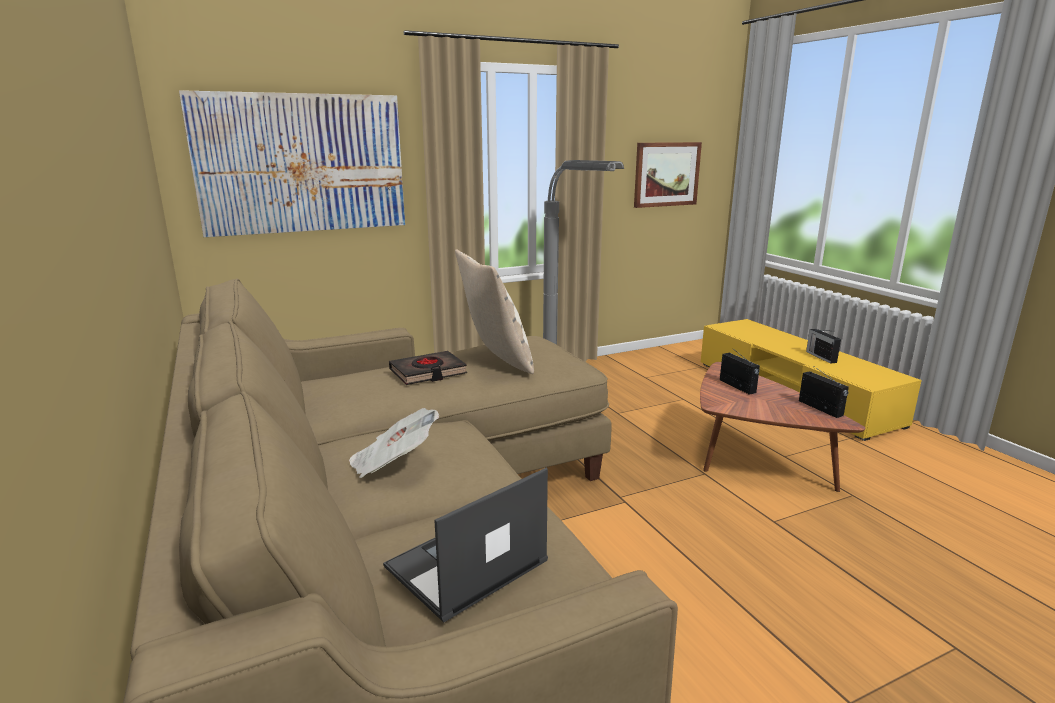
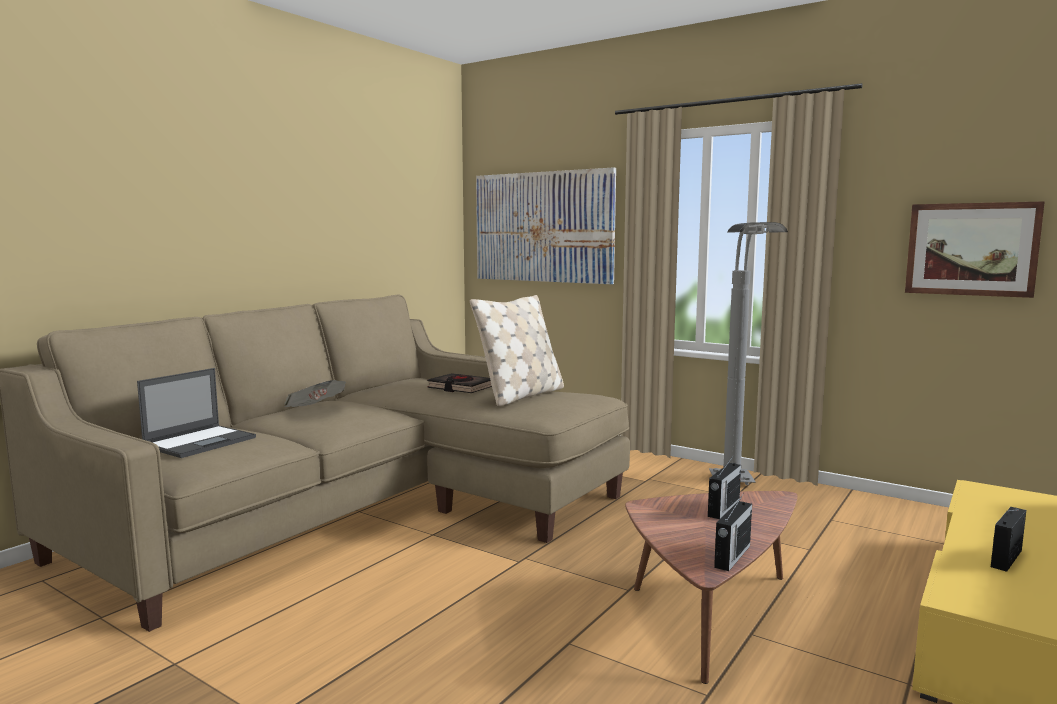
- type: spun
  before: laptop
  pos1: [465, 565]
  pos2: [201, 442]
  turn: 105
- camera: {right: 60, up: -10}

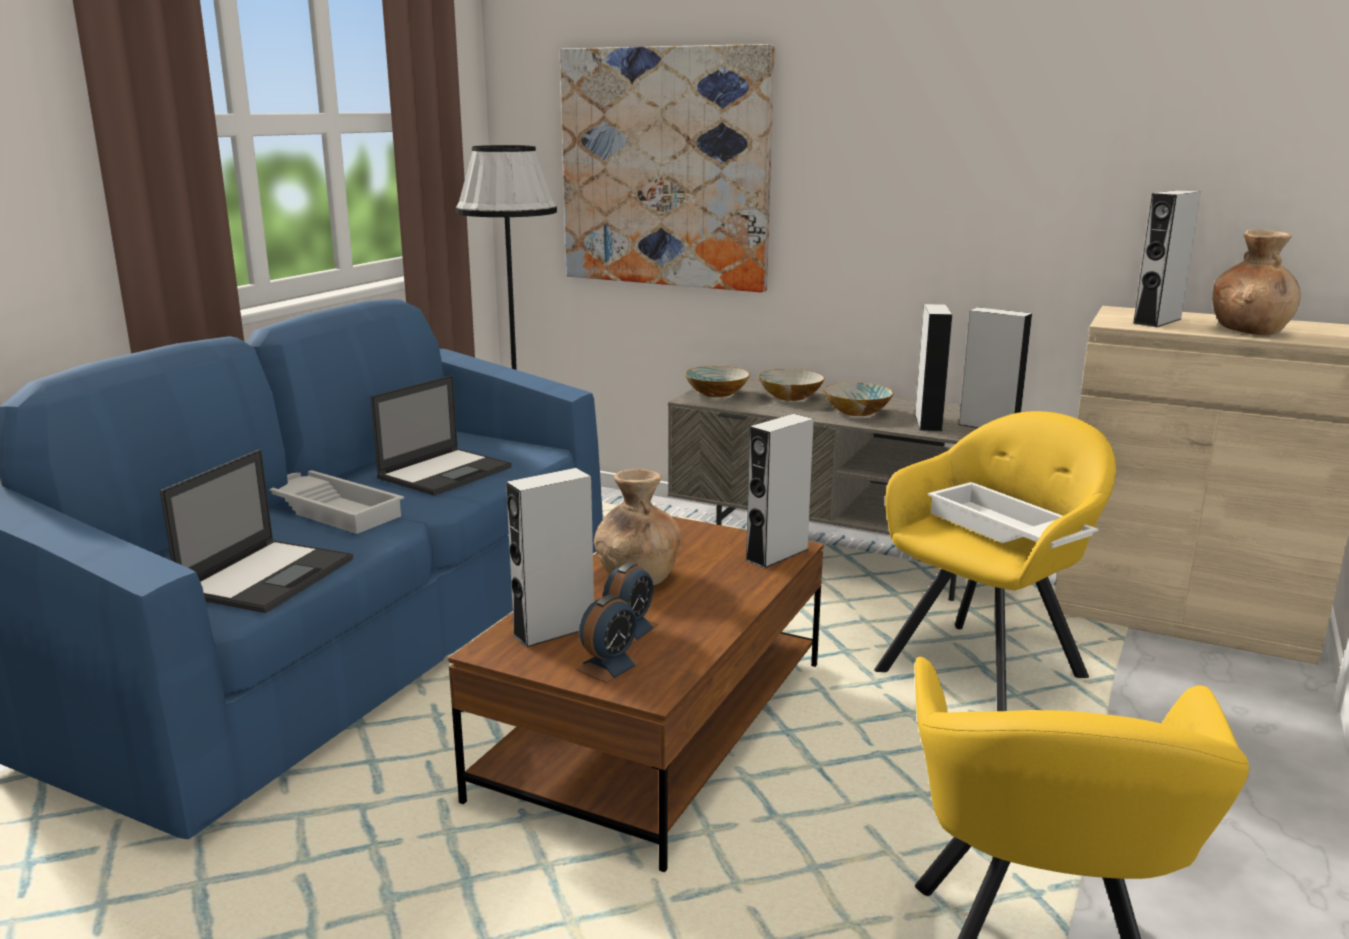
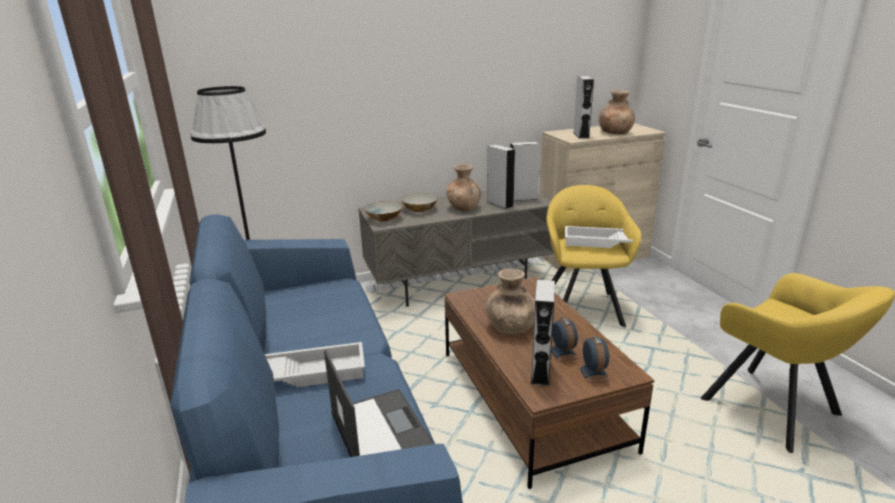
- type: missing
  before: laptop
  pos1: [446, 472]
- type: missing
  before: picture
  pos1: [665, 169]
- type: missing
  before: speaker/grey
  pos1: [777, 554]
- type: exchanged
  before: bowl
  after: vase/brown
  pos1: [857, 412]
  pos2: [464, 208]
- camera: {right: -45, up: 5}

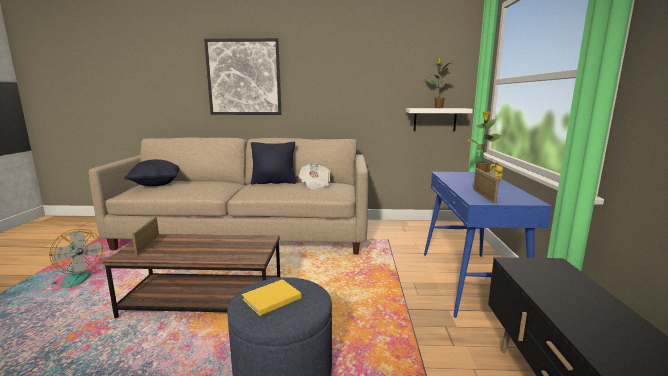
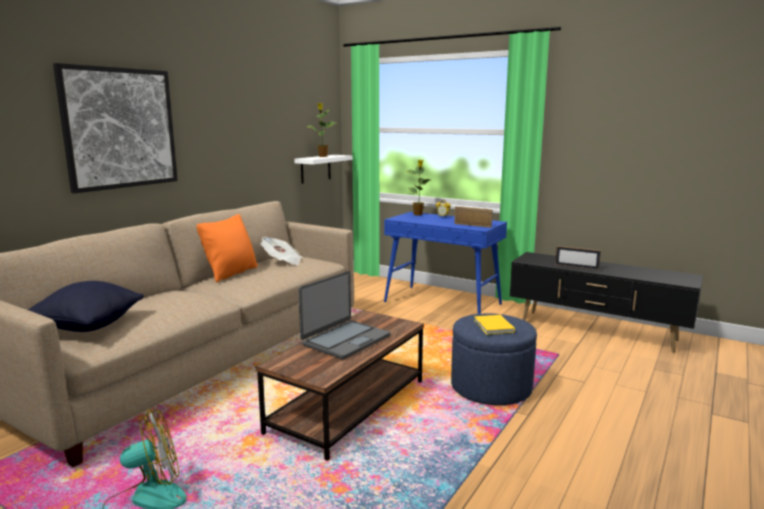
- type: appeared
  after: laptop
  pos2: [345, 340]
- type: relocated
  before: picture frame
  pos1: [148, 245]
  pos2: [576, 267]
- type: colour
  before: pillow/black
  after: pillow/orange
  pos1: [274, 182]
  pos2: [231, 273]
- camera: {right: -60, up: 0}

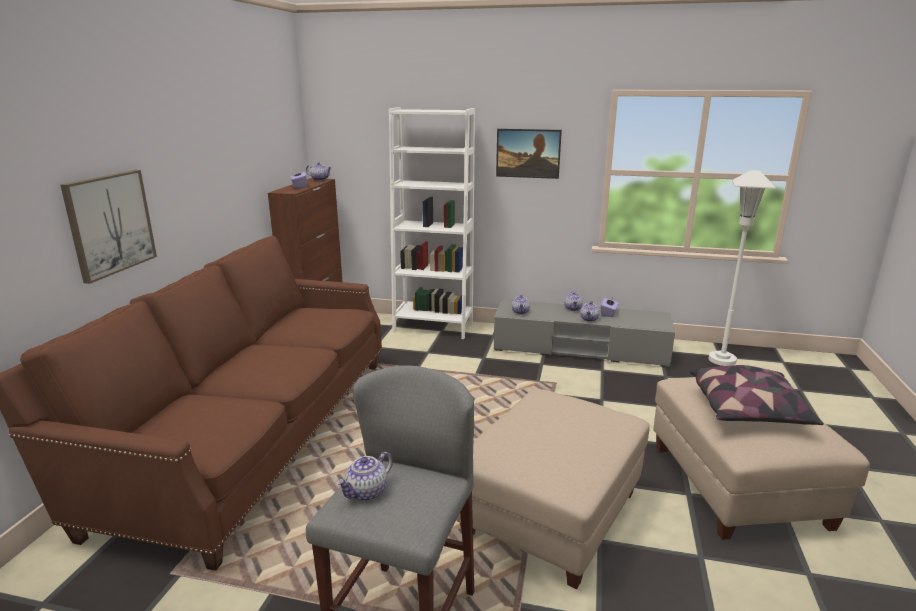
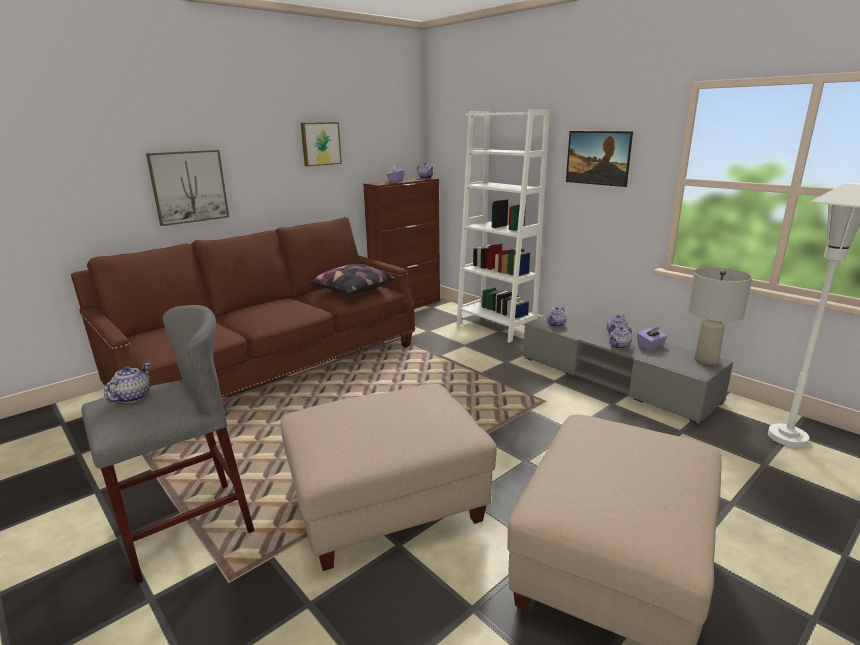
- type: appeared
  after: picture
  pos2: [320, 143]
- type: appeared
  after: table lamp/grey
  pos2: [705, 360]
- type: relocated
  before: pillow
  pos1: [749, 412]
  pos2: [352, 291]
- type: spun
  before: teapot
  pos1: [367, 492]
  pos2: [132, 397]
  turn: 120
- camera: {right: 35, up: 0}

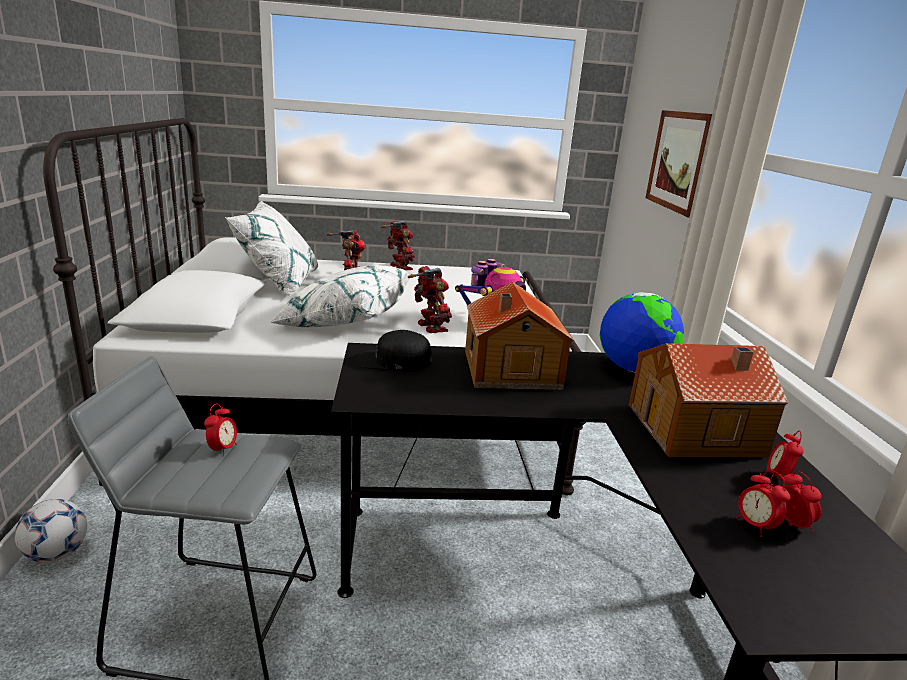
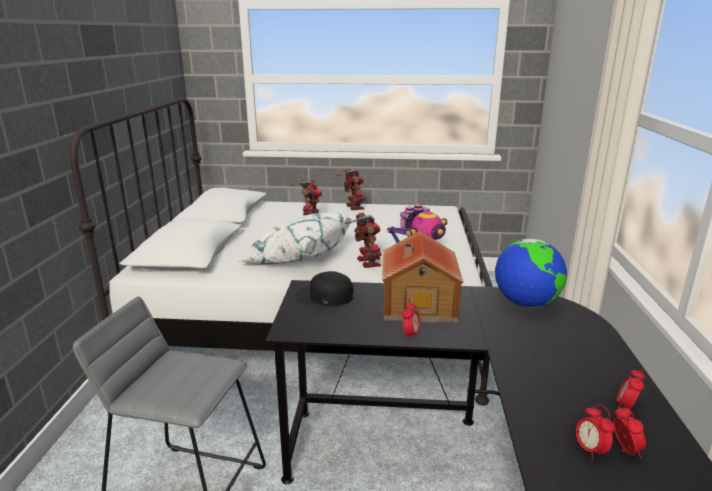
- type: missing
  before: football
  pos1: [57, 554]
- type: missing
  before: pillow/white
  pos1: [278, 283]
- type: missing
  before: toy house
  pos1: [697, 430]
- type: missing
  before: picture
  pos1: [680, 161]
- type: relocated
  before: alarm clock
  pos1: [223, 449]
  pos2: [410, 335]
- camera: {right: 10, up: 0}

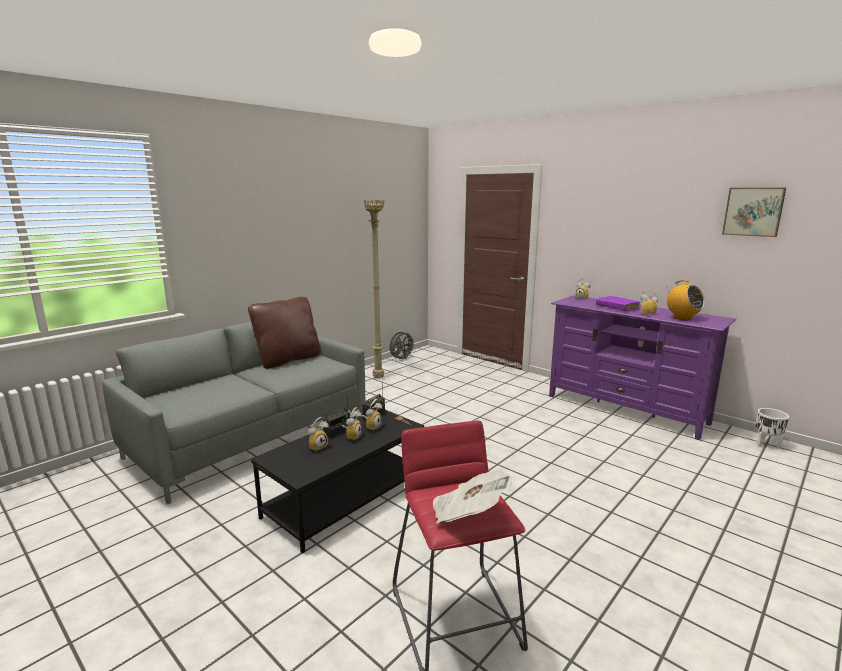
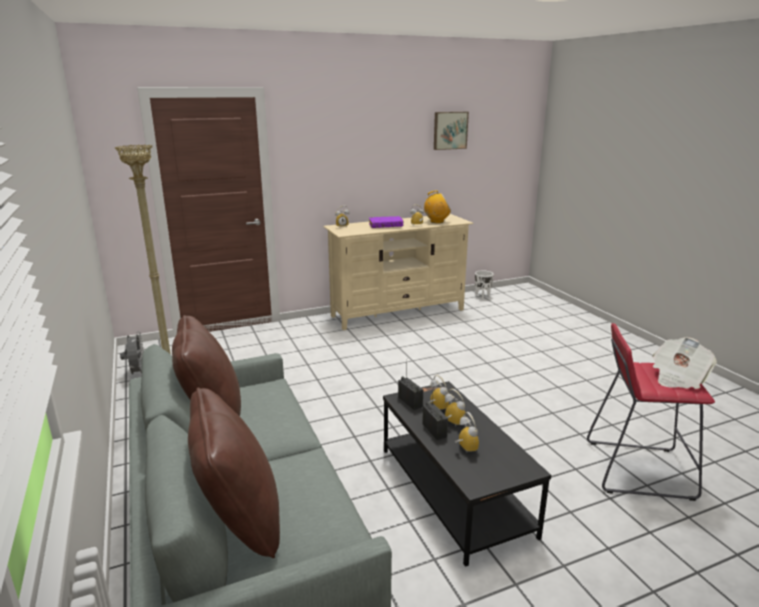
- type: appeared
  after: pillow/brown
  pos2: [239, 520]
- type: colour
  before: tv stand/purple
  after: tv stand/beige
  pos1: [625, 409]
  pos2: [398, 312]
- camera: {right: -65, up: 5}

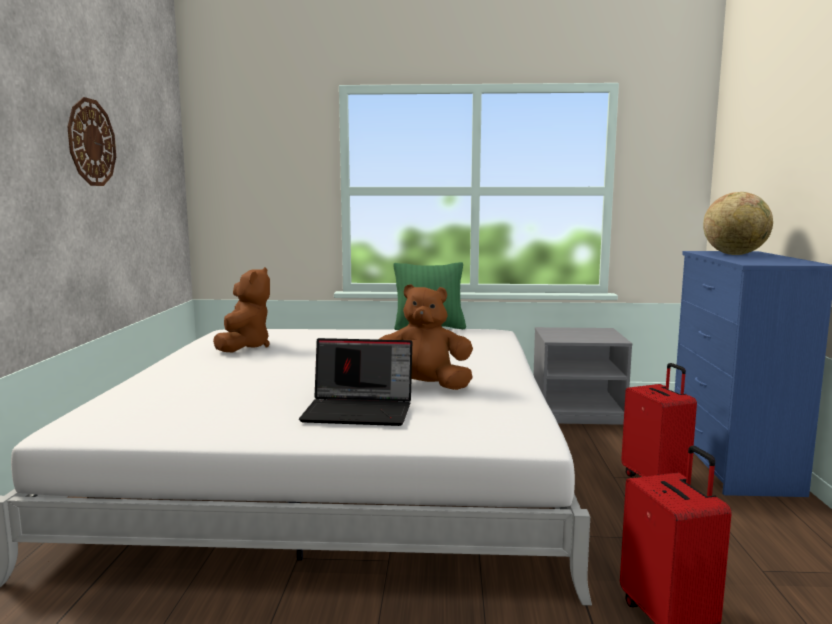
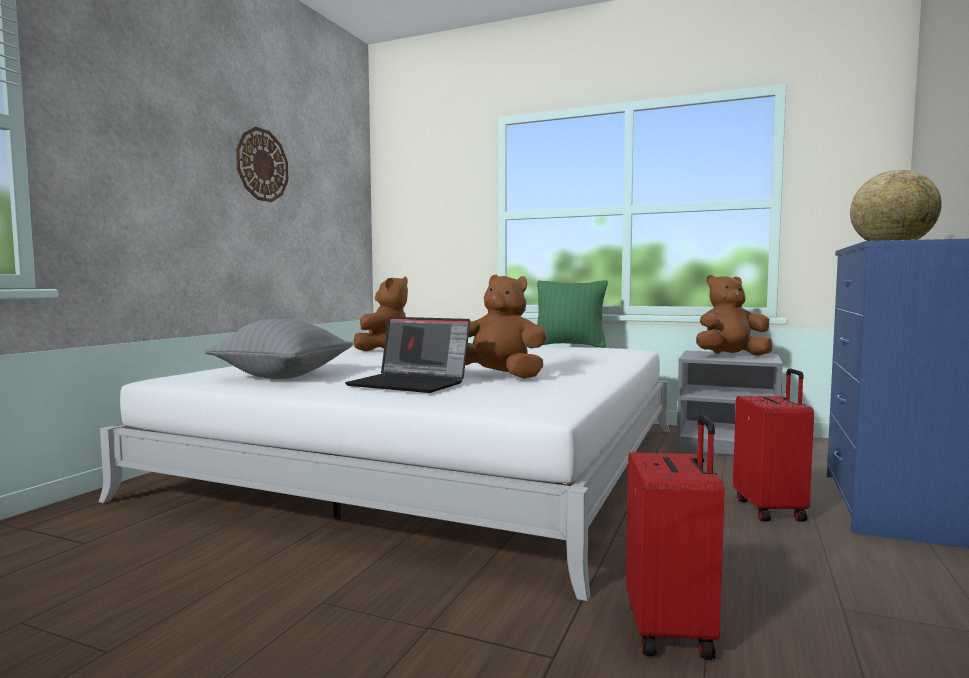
- type: appeared
  after: pillow/grey
  pos2: [283, 376]
- type: appeared
  after: plush toy/brown
  pos2: [730, 356]
- camera: {right: 20, up: -5}

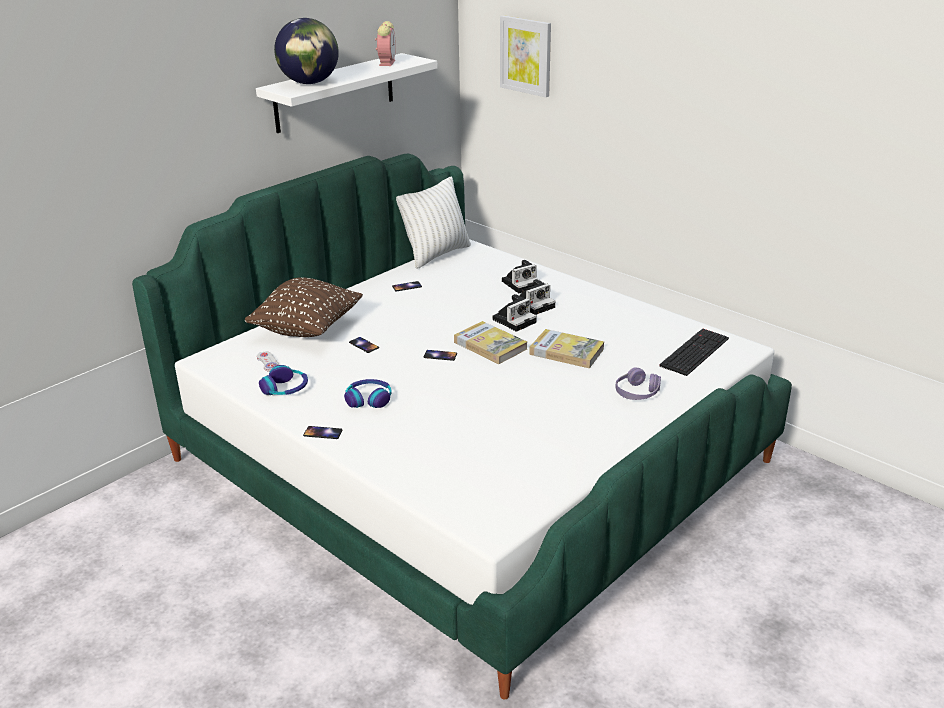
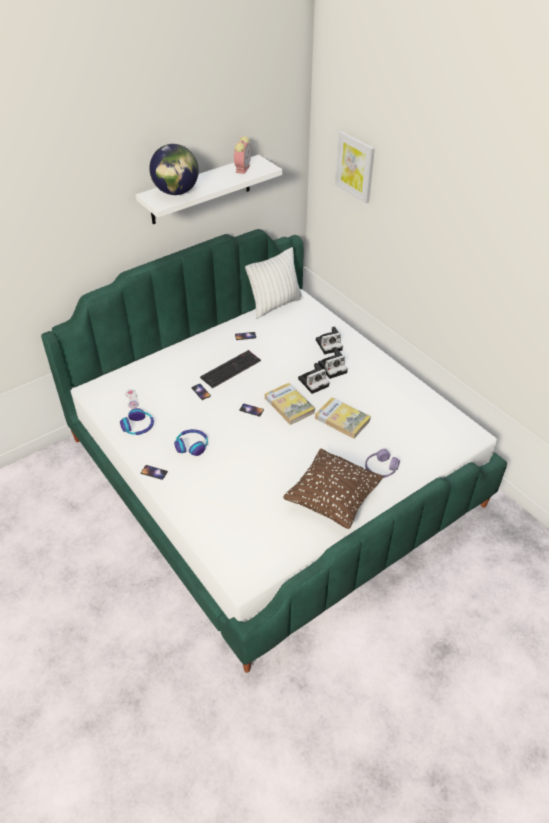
- type: relocated
  before: pillow/brown
  pos1: [307, 329]
  pos2: [332, 500]
- type: relocated
  before: keyboard
  pos1: [694, 351]
  pos2: [231, 368]
- camera: {right: 10, up: 15}

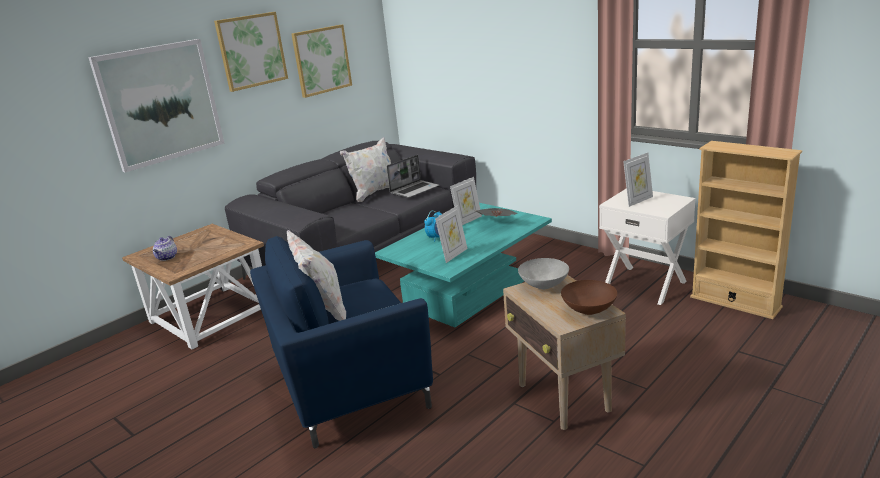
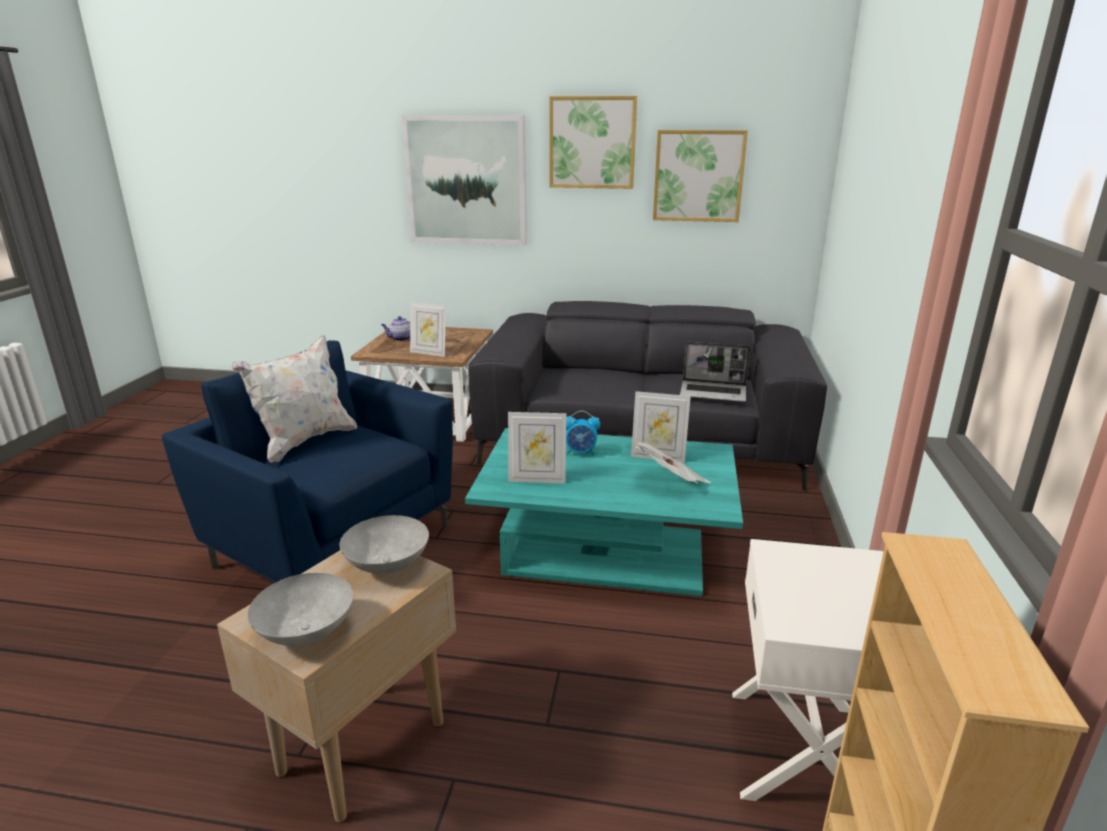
- type: missing
  before: pillow/white
  pos1: [374, 193]
- type: relocated
  before: picture frame
  pos1: [638, 200]
  pos2: [429, 353]
- type: colour
  before: bowl/brown
  after: bowl/grey
  pos1: [590, 310]
  pos2: [306, 634]
- camera: {right: 55, up: 0}

